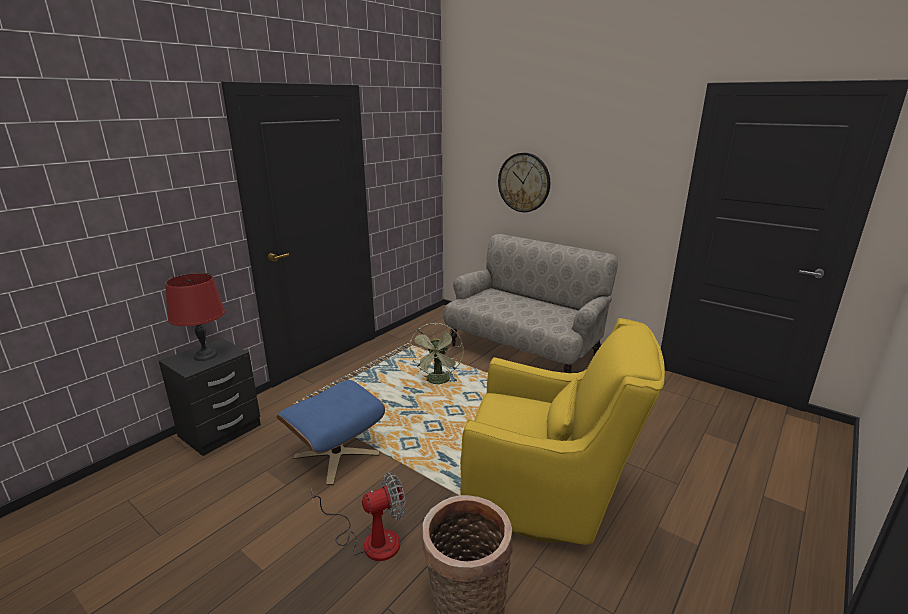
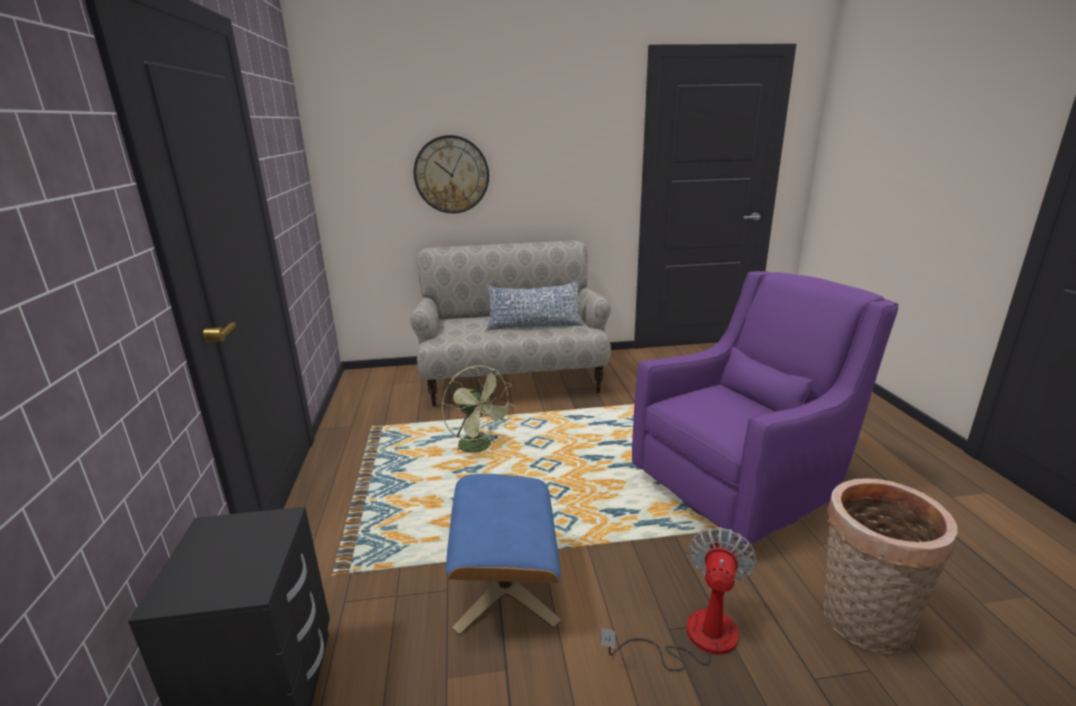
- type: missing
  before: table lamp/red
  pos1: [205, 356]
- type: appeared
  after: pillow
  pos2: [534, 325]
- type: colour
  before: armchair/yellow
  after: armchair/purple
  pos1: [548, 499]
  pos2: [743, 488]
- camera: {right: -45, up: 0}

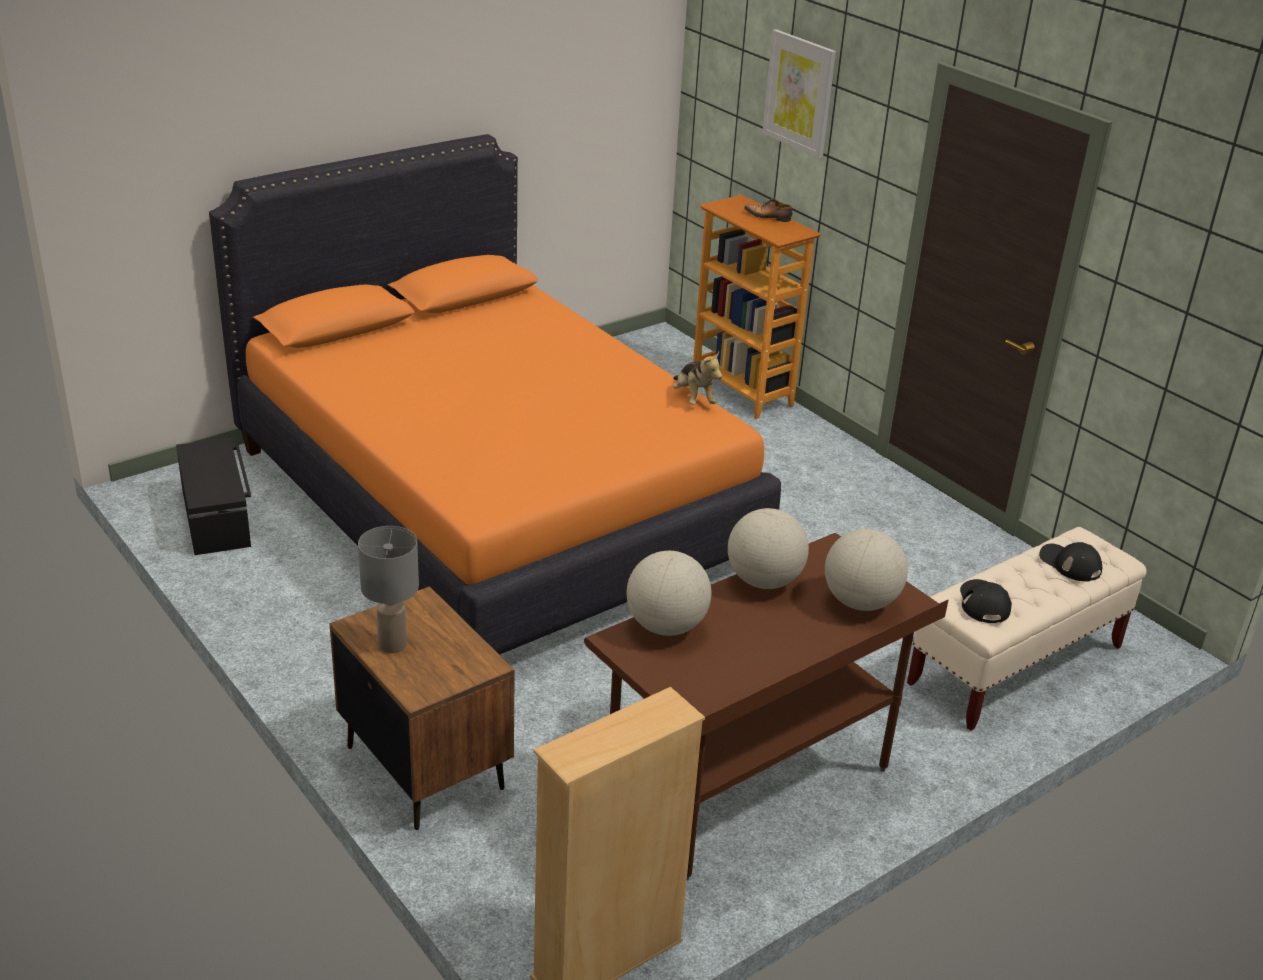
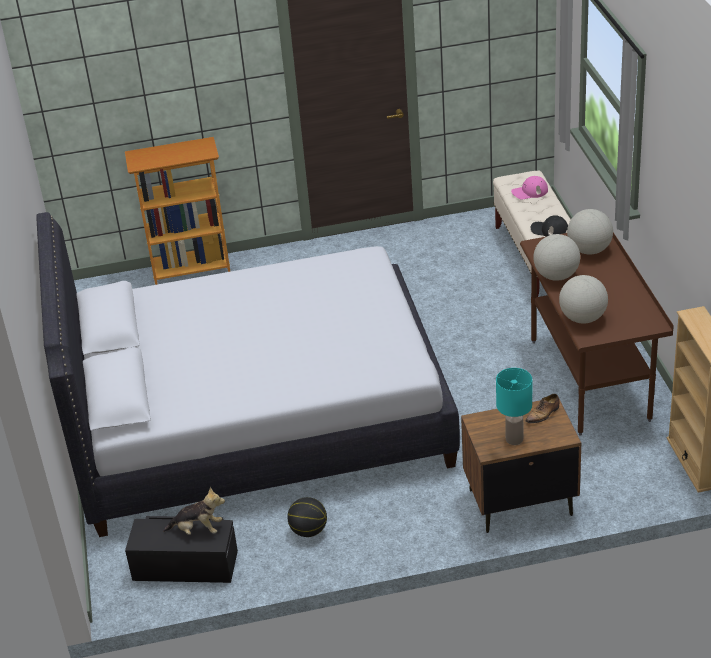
- type: missing
  before: picture
  pos1: [799, 93]
- type: appeared
  after: basketball
  pos2: [308, 530]
- type: relocated
  before: plush toy
  pos1: [693, 398]
  pos2: [197, 530]
- type: relocated
  before: shoe
  pos1: [768, 217]
  pos2: [543, 414]
- type: colour
  before: bed/orange
  after: bed/white
  pos1: [491, 504]
  pos2: [258, 420]
- type: colour
  before: table lamp/grey
  after: table lamp/turquoise
  pos1: [393, 645]
  pos2: [515, 439]
- type: colour
  before: cap/black
  after: cap/pink
  pos1: [1070, 564]
  pos2: [529, 192]
- camera: {right: -60, up: 5}

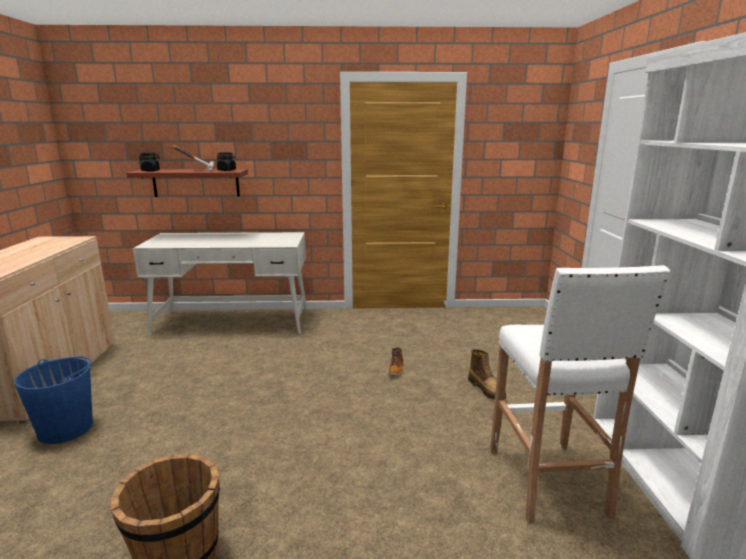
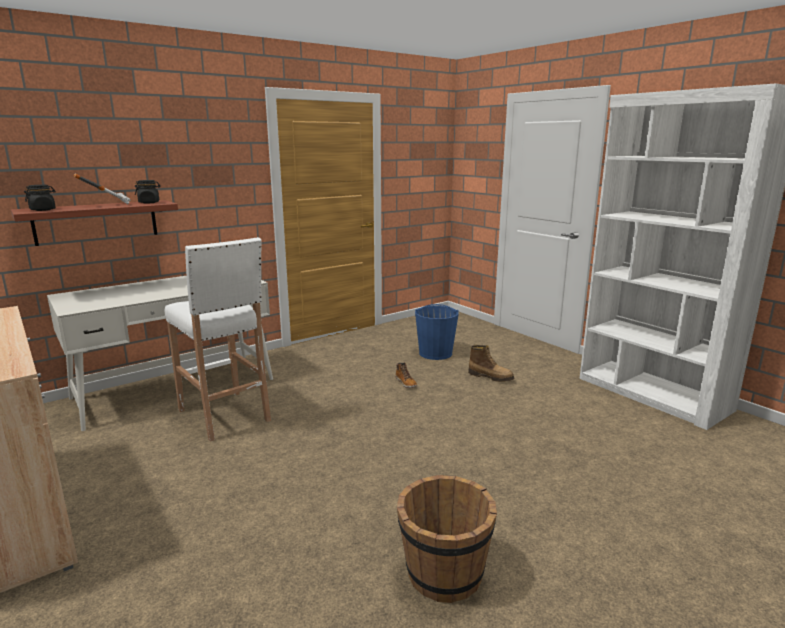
- type: relocated
  before: bucket/blue
  pos1: [66, 428]
  pos2: [435, 353]
- type: relocated
  before: stool/white
  pos1: [548, 483]
  pos2: [225, 416]
- camera: {right: -35, up: 0}

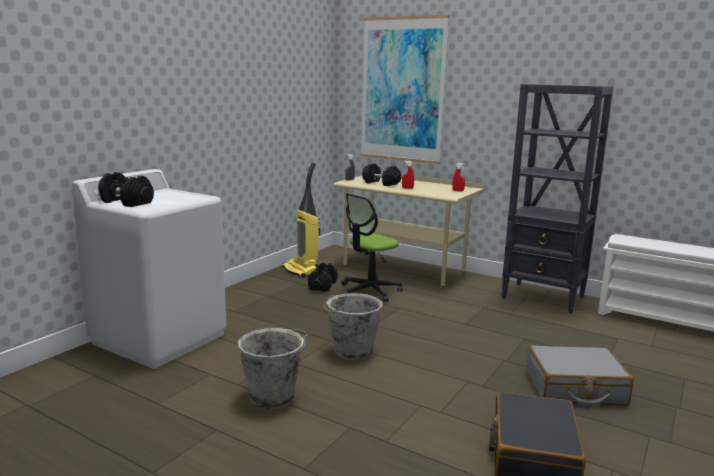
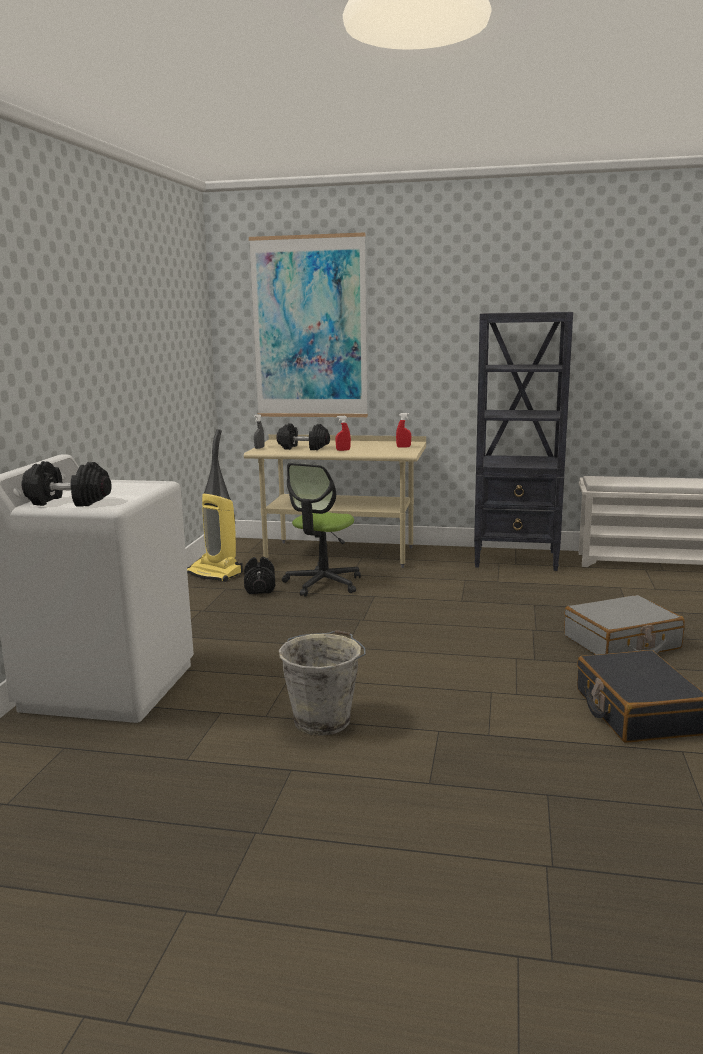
- type: missing
  before: bucket/grey
  pos1: [351, 352]
- camera: {right: -20, up: 0}

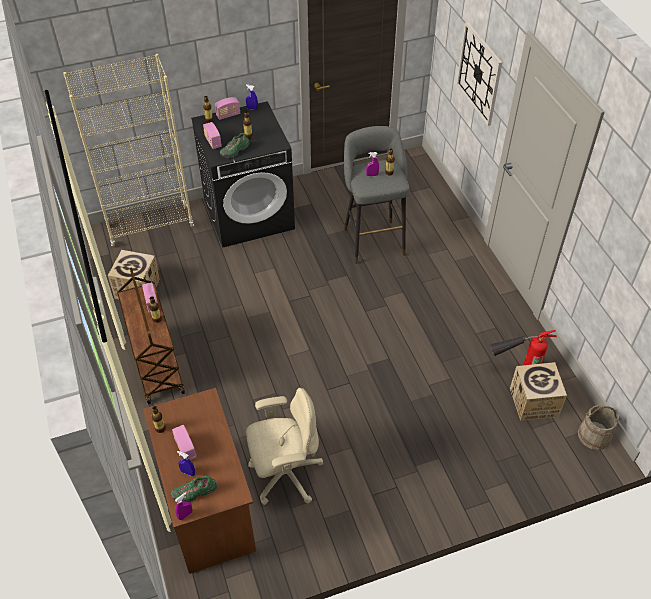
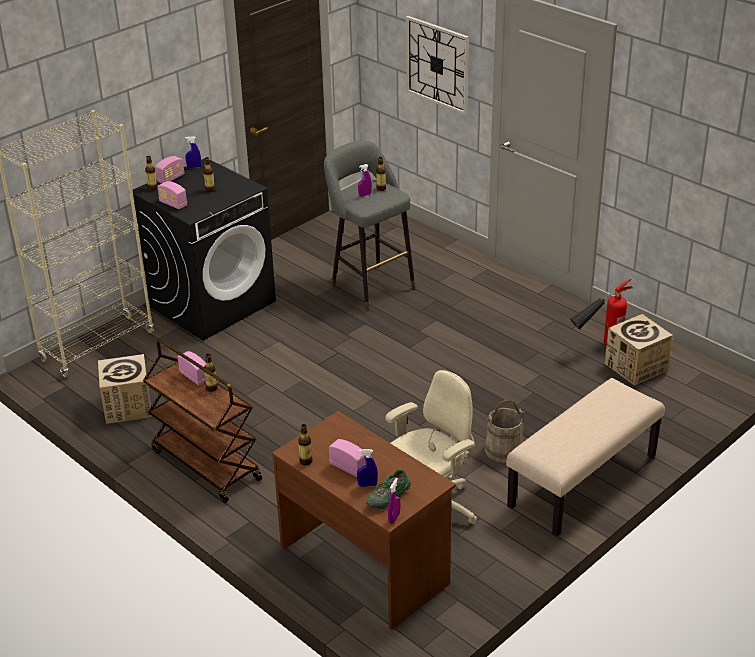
- type: missing
  before: shoe/green
  pos1: [235, 151]
- type: appeared
  after: bench/beige
  pos2: [583, 482]
- type: relocated
  before: bucket/beige
  pos1: [594, 435]
  pos2: [503, 450]
- camera: {right: -25, up: -15}

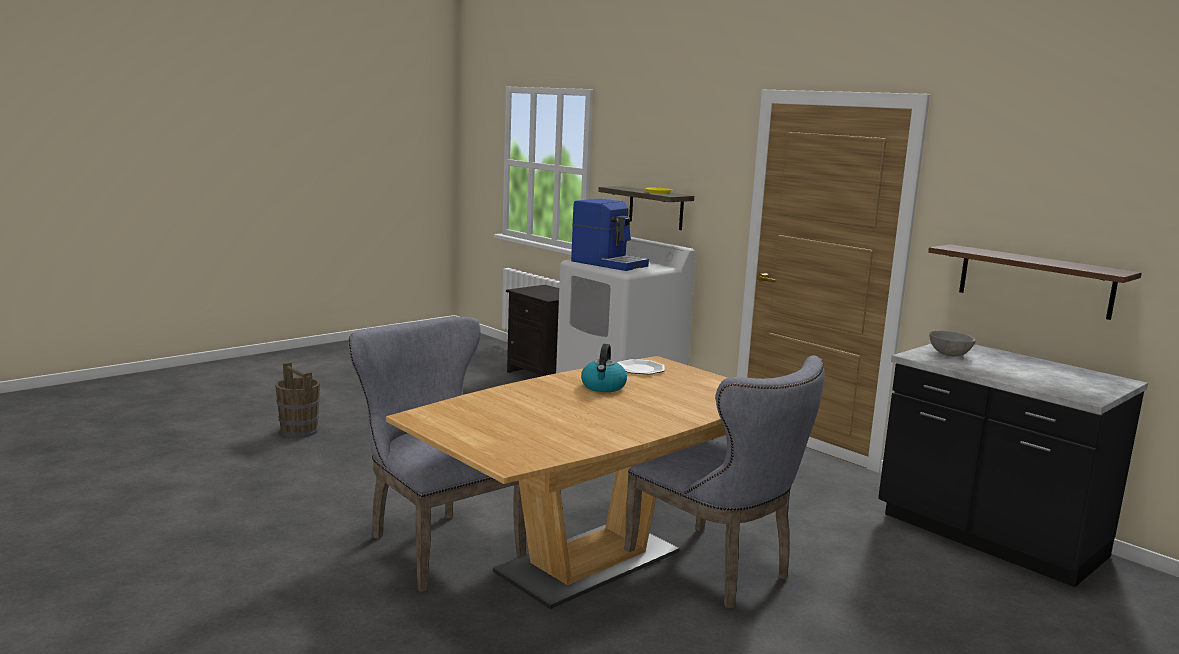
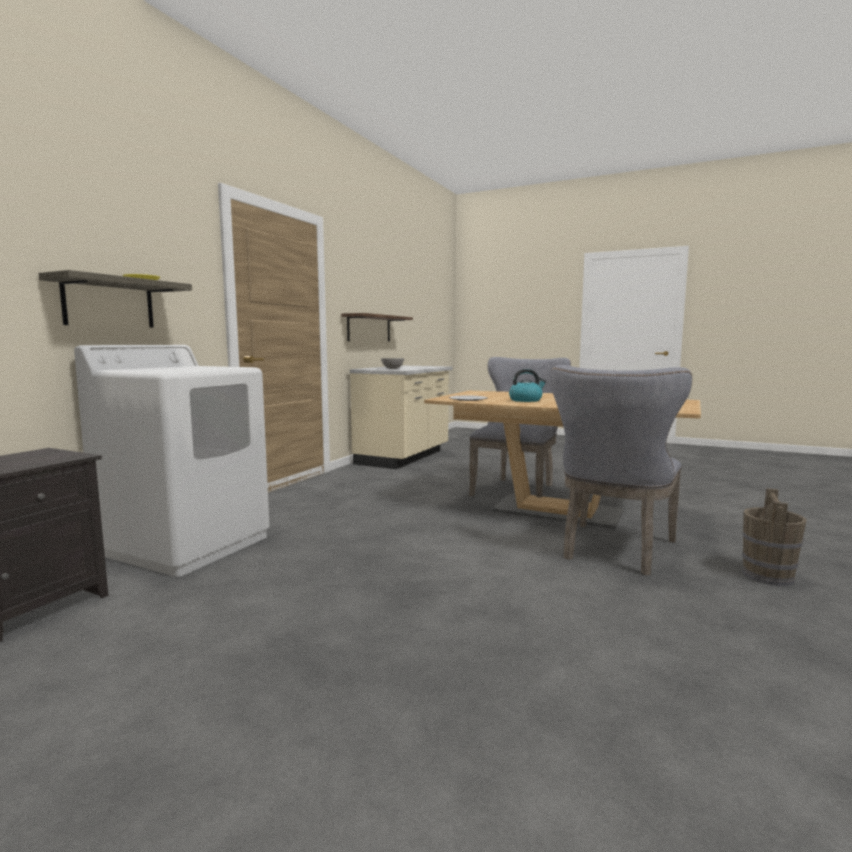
- type: missing
  before: coffee machine
  pos1: [609, 263]
- type: relocated
  before: bucket/brown
  pos1: [299, 431]
  pos2: [768, 576]
- type: colour
  before: counter/black
  after: counter/beige
  pos1: [988, 538]
  pos2: [404, 457]
- camera: {right: -110, up: -5}

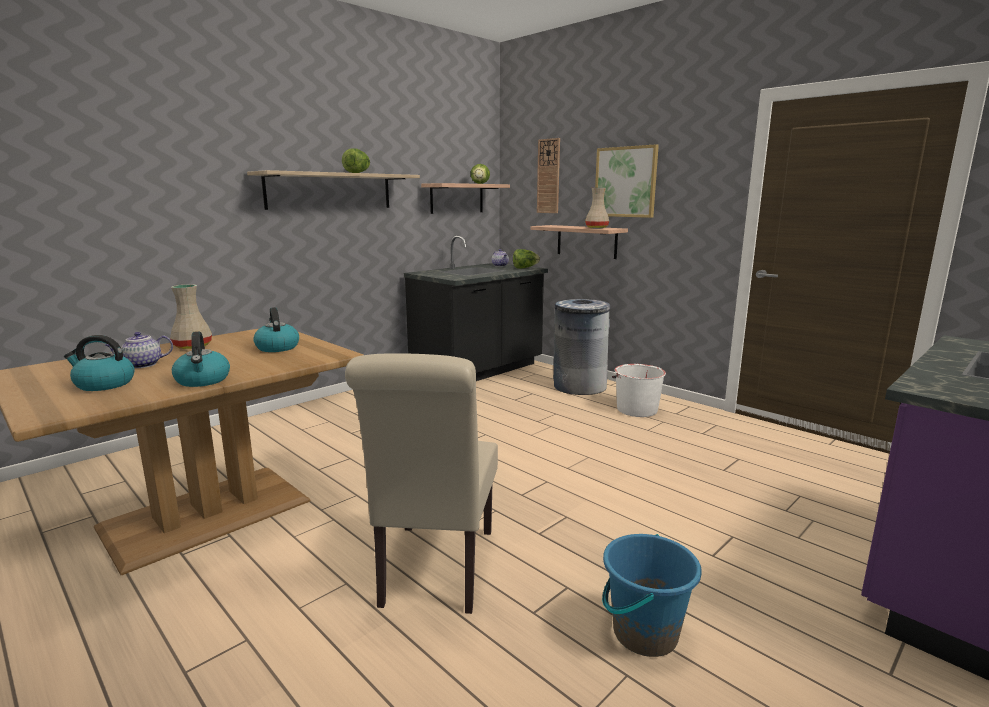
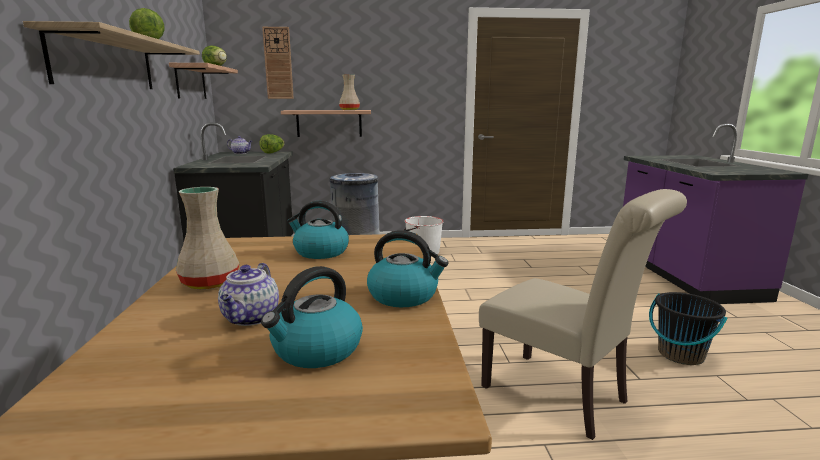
- type: missing
  before: picture
  pos1: [625, 182]
- type: colour
  before: bucket/blue
  after: bucket/black
  pos1: [644, 633]
  pos2: [680, 355]
- camera: {right: -50, up: 0}

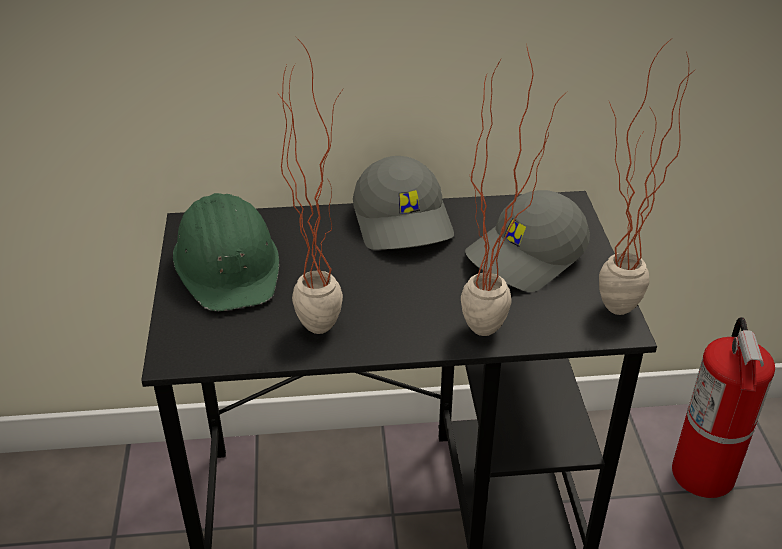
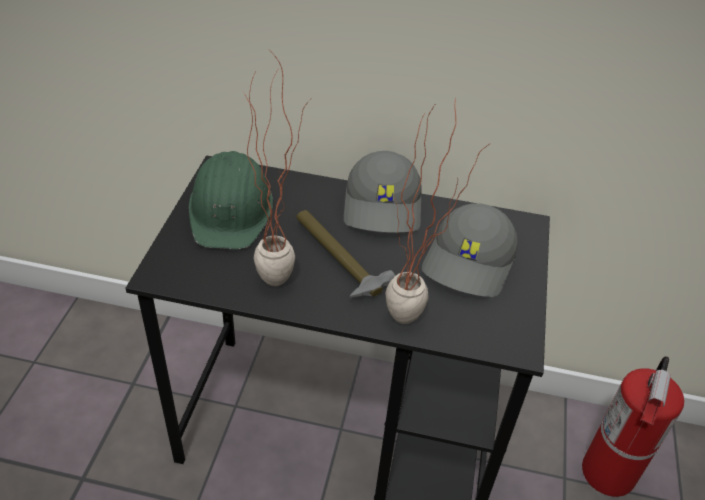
- type: missing
  before: potted plant
  pos1: [608, 315]
- type: appeared
  after: hammer
  pos2: [337, 258]
- type: spun
  before: cap/grey
  pos1: [527, 256]
  pos2: [470, 262]
  turn: -45
- camera: {right: 15, up: 5}

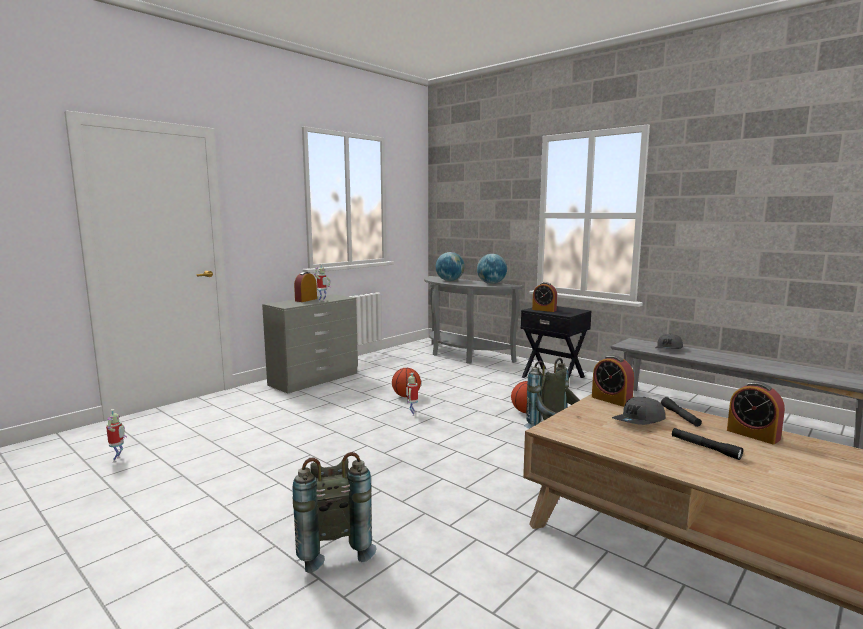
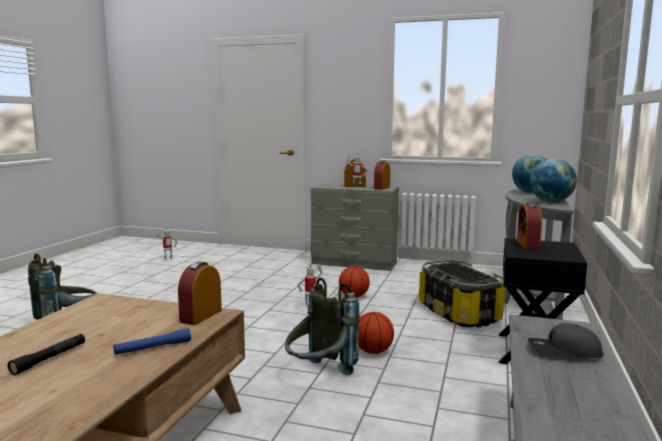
- type: missing
  before: cap/grey
  pos1: [639, 421]
- type: appeared
  after: storage box
  pos2: [459, 313]
- type: relocated
  before: alarm clock
  pos1: [753, 435]
  pos2: [381, 188]
- type: colour
  before: flashlight/black
  after: flashlight/blue
  pos1: [680, 416]
  pos2: [153, 348]
- camera: {right: 65, up: 0}

